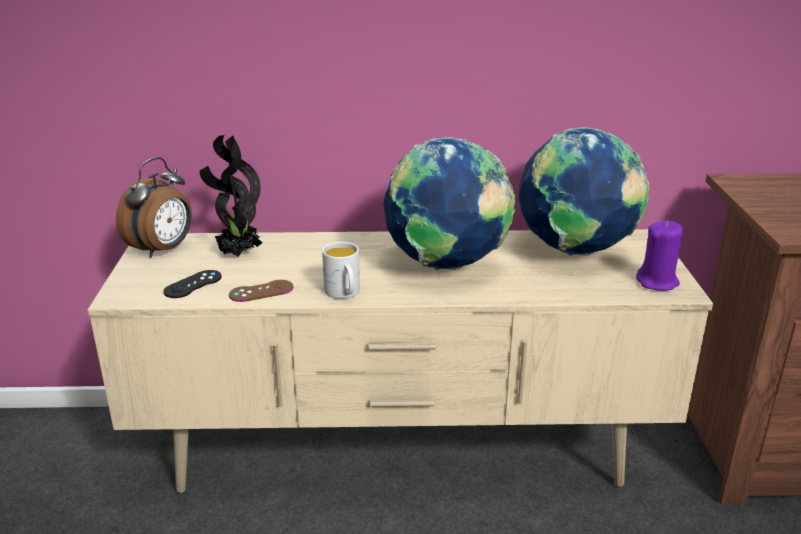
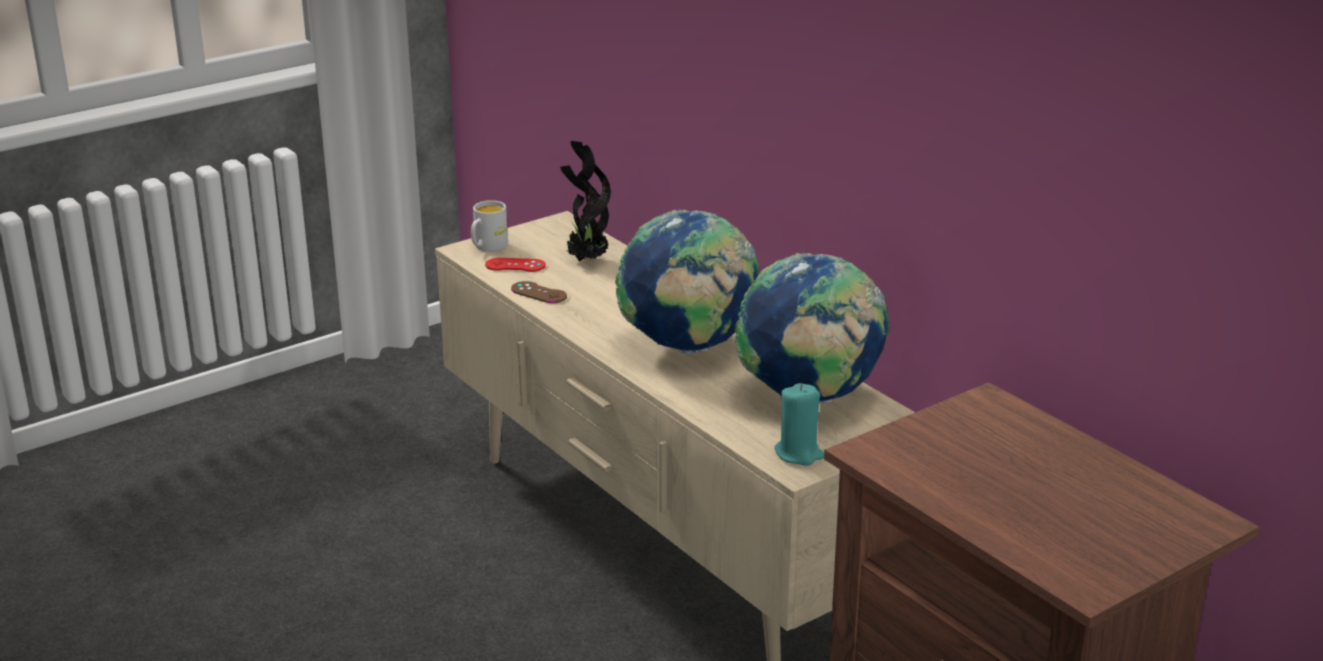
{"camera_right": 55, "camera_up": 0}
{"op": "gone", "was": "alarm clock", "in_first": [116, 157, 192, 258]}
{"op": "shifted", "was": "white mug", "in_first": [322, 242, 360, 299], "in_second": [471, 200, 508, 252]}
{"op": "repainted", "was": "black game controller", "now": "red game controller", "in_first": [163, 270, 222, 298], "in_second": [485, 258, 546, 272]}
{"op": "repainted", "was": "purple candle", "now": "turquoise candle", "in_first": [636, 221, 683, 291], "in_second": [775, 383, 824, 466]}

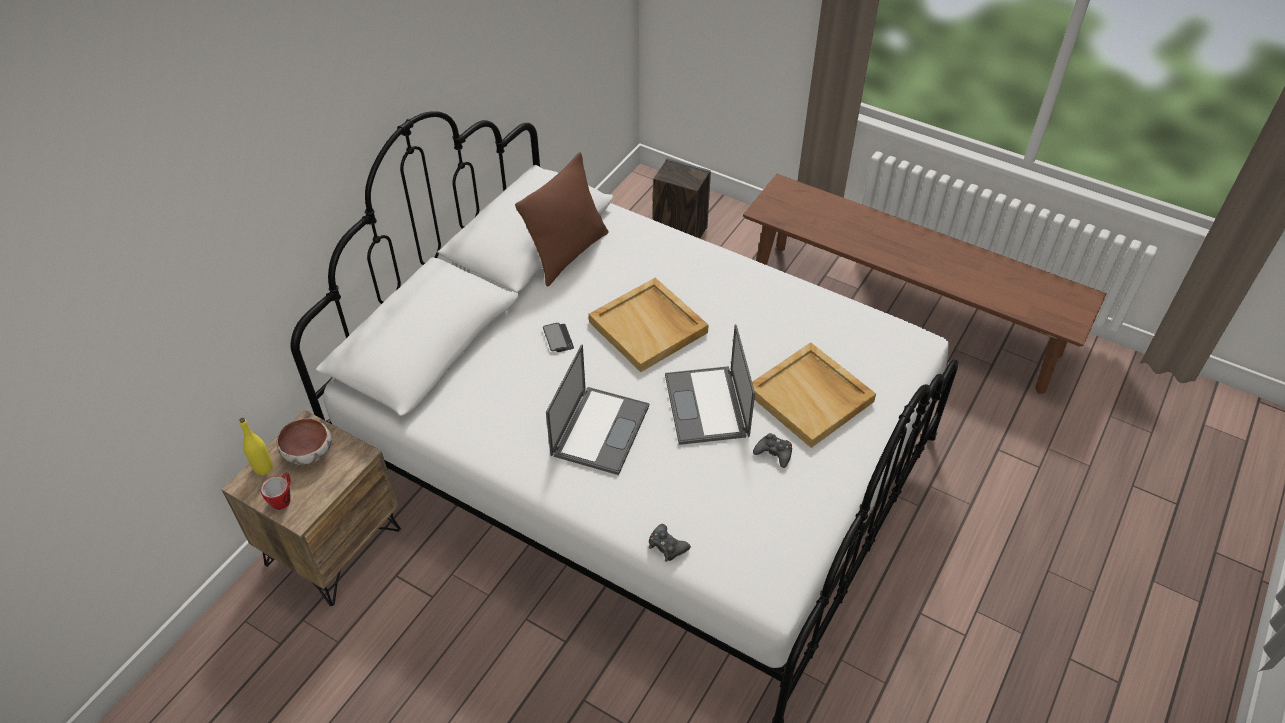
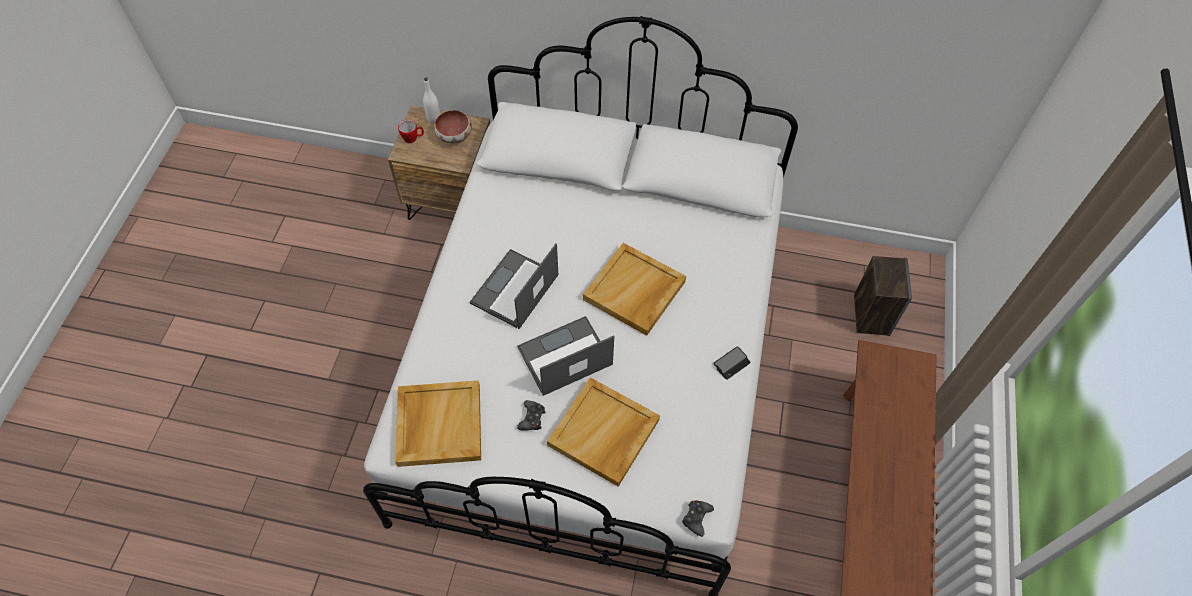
{"camera_right": 70, "camera_up": 10}
{"op": "gone", "was": "brown pillow", "in_first": [515, 152, 609, 287]}
{"op": "new", "now": "beige tray", "in_second": [395, 380, 481, 467]}
{"op": "shifted", "was": "phone", "in_first": [543, 323, 574, 352], "in_second": [713, 347, 750, 380]}
{"op": "shifted", "was": "black game controller", "in_first": [649, 524, 691, 562], "in_second": [682, 500, 714, 537]}
{"op": "repainted", "was": "yellow bottle", "now": "white bottle", "in_first": [239, 418, 273, 475], "in_second": [423, 78, 440, 123]}
{"op": "rotated", "was": "laptop", "in_first": [546, 344, 649, 475], "in_second": [470, 243, 558, 329], "clockwise": 120}

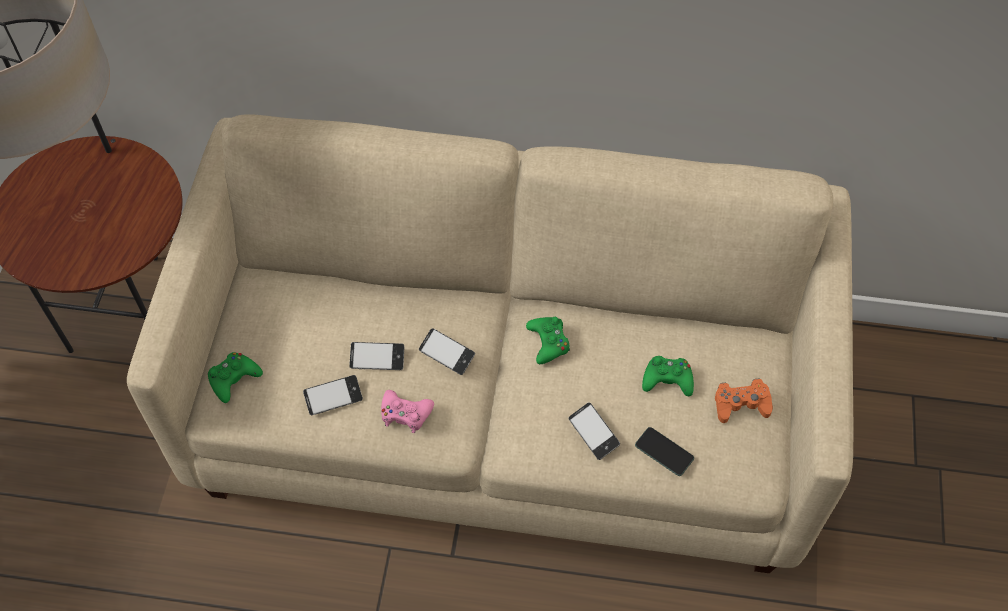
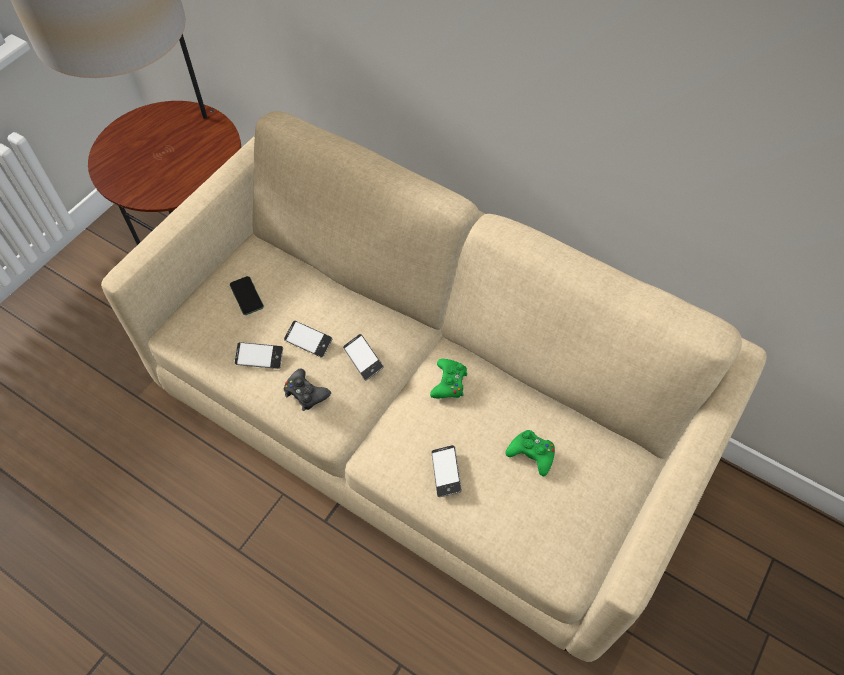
{"camera_right": 25, "camera_up": 0}
{"op": "gone", "was": "green game controller", "in_first": [208, 352, 263, 403]}
{"op": "gone", "was": "orange game controller", "in_first": [715, 378, 773, 423]}
{"op": "shifted", "was": "phone", "in_first": [635, 427, 694, 476], "in_second": [230, 276, 264, 315]}
{"op": "repainted", "was": "pink game controller", "now": "black game controller", "in_first": [381, 390, 434, 433], "in_second": [284, 368, 331, 411]}

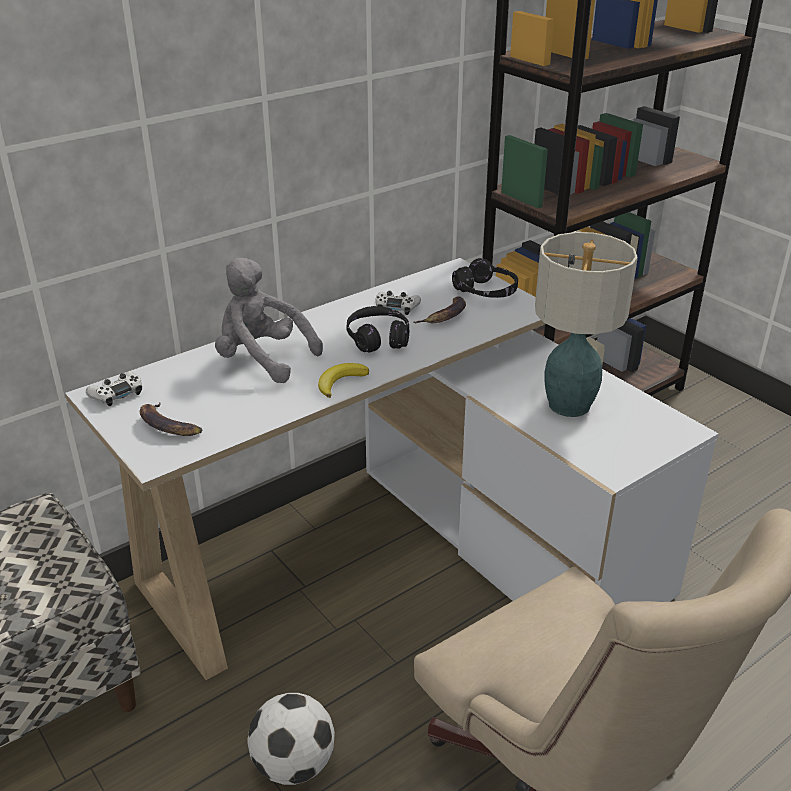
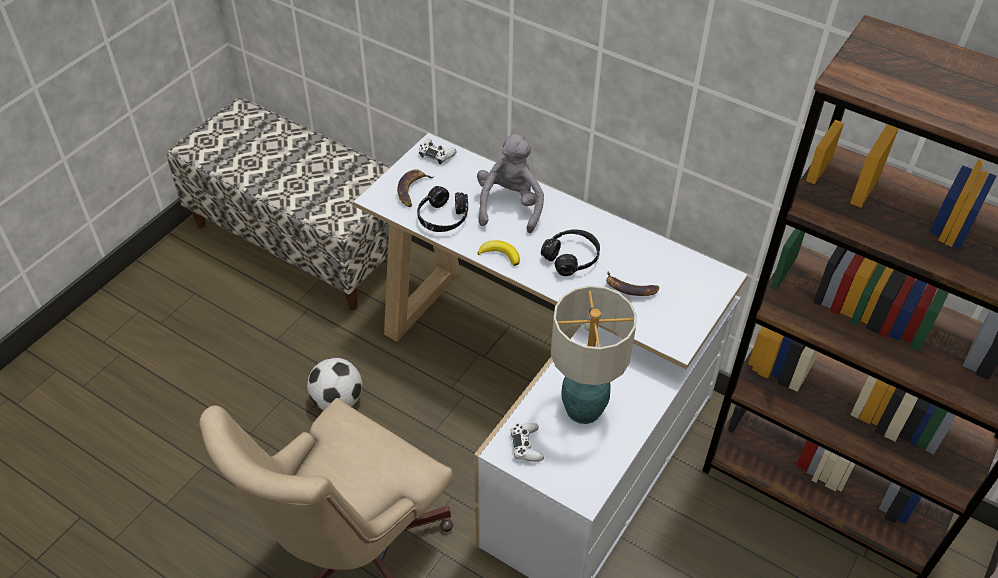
{"camera_right": 70, "camera_up": 15}
{"op": "shifted", "was": "white game controller", "in_first": [375, 291, 421, 315], "in_second": [511, 423, 544, 462]}
{"op": "shifted", "was": "black headphones", "in_first": [452, 258, 518, 298], "in_second": [417, 186, 468, 232]}

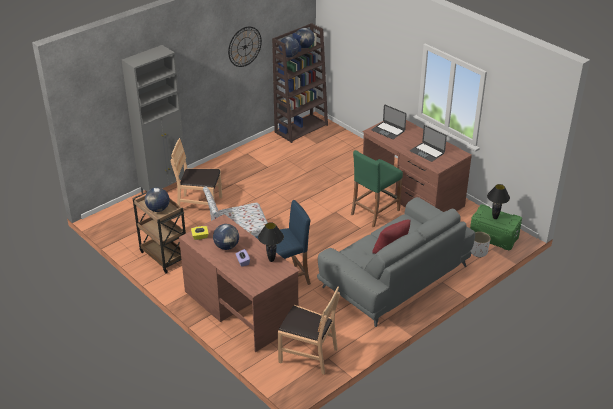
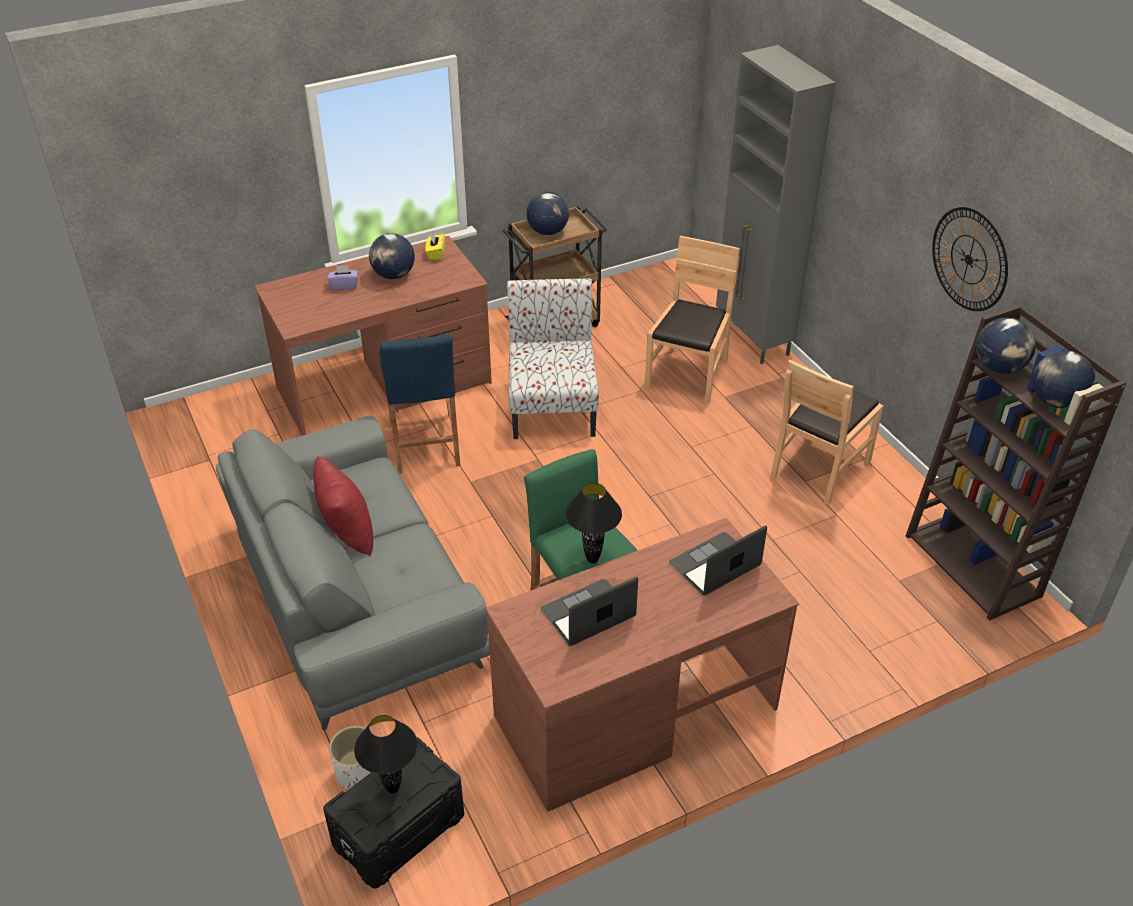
{"camera_right": 105, "camera_up": 5}
{"op": "shifted", "was": "black table lamp", "in_first": [258, 222, 284, 262], "in_second": [565, 483, 622, 563]}
{"op": "shifted", "was": "brown chair", "in_first": [278, 286, 340, 374], "in_second": [770, 360, 884, 505]}
{"op": "repainted", "was": "green storage box", "now": "black storage box", "in_first": [470, 204, 522, 250], "in_second": [323, 737, 464, 889]}

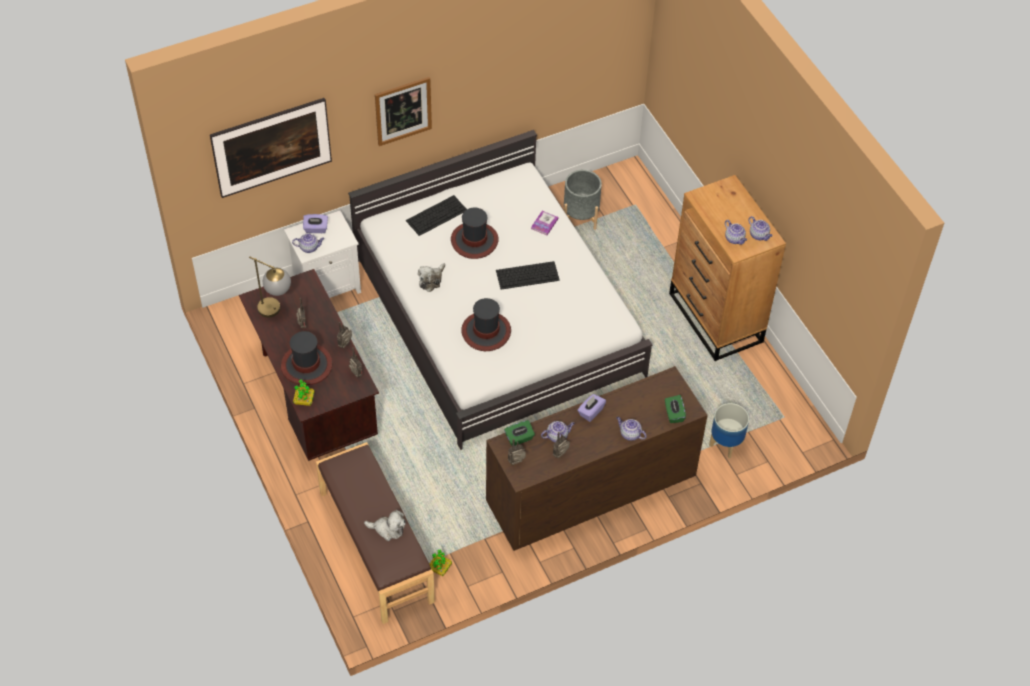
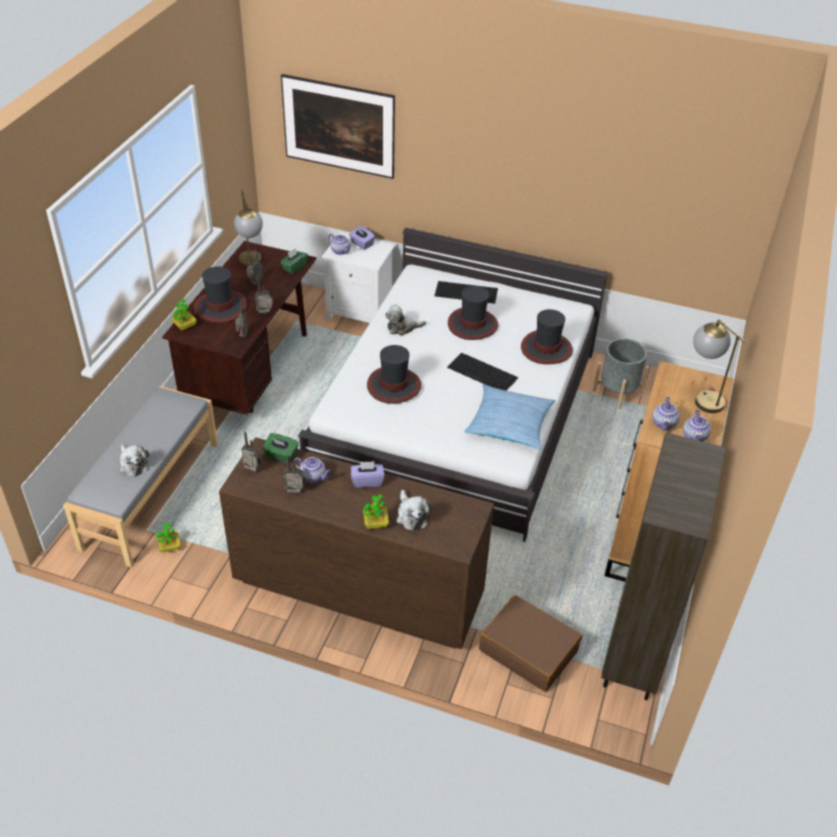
{"camera_right": 45, "camera_up": -10}
{"op": "gone", "was": "picture", "in_first": [375, 77, 432, 146]}
{"op": "new", "now": "plush toy", "in_second": [397, 490, 432, 531]}
{"op": "new", "now": "pillow", "in_second": [464, 384, 555, 450]}
{"op": "new", "now": "brown bookcase", "in_second": [601, 433, 726, 700]}
{"op": "new", "now": "table lamp", "in_second": [693, 319, 745, 413]}
{"op": "shifted", "was": "green tissue box", "in_first": [665, 395, 686, 423], "in_second": [280, 248, 308, 274]}
{"op": "swapped", "was": "book", "now": "hat", "in_first": [531, 211, 559, 235], "in_second": [521, 309, 573, 364]}
{"op": "swapped", "was": "teapot", "now": "potted plant", "in_first": [616, 417, 647, 441], "in_second": [363, 494, 389, 529]}
{"op": "swapped", "was": "planter", "now": "brown suitcase", "in_first": [709, 403, 749, 458], "in_second": [479, 595, 582, 692]}
{"op": "repainted", "was": "brown bench", "now": "grey bench", "in_first": [316, 442, 435, 624], "in_second": [63, 386, 218, 568]}

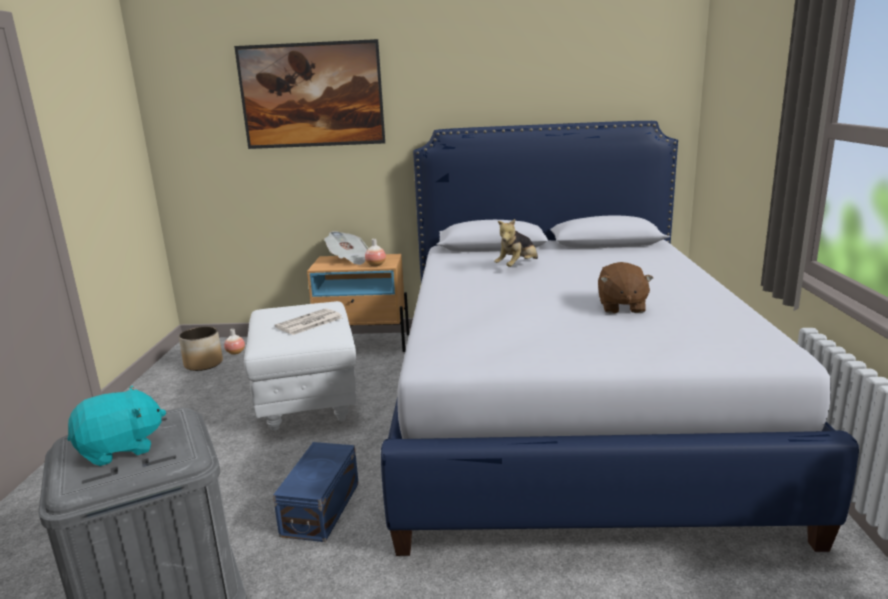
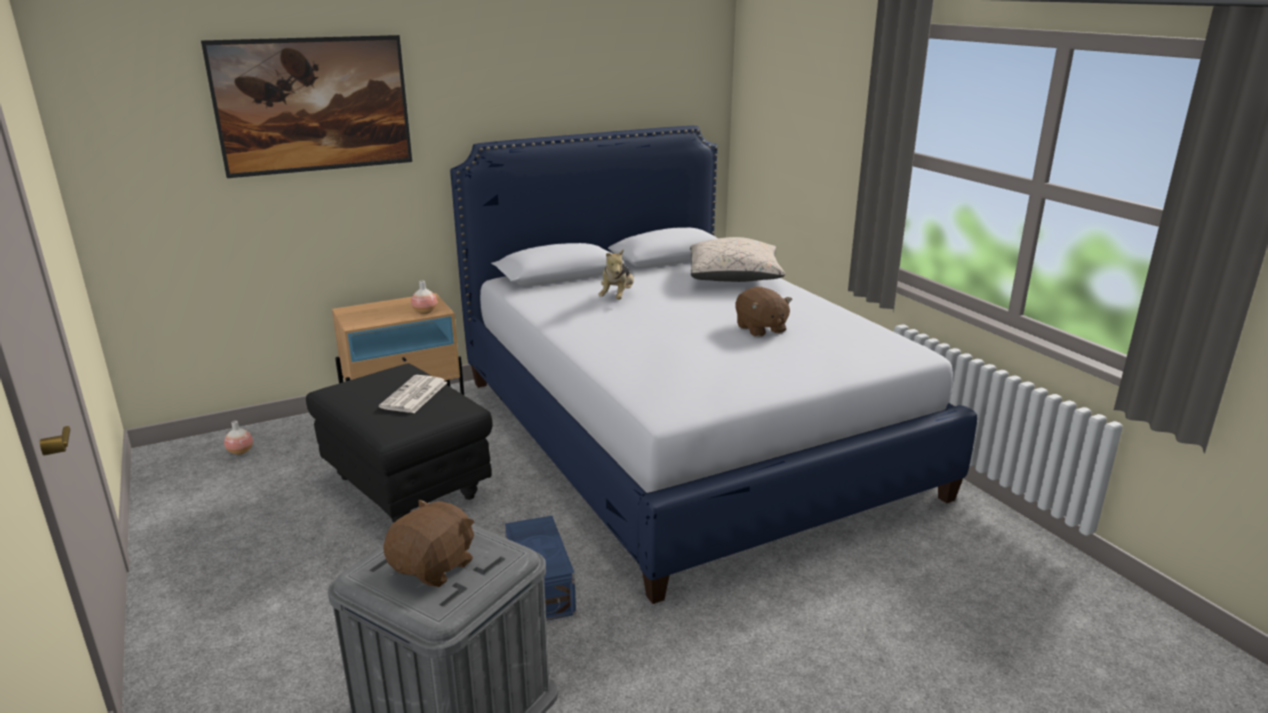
{"camera_right": -30, "camera_up": 5}
{"op": "gone", "was": "planter", "in_first": [179, 326, 223, 371]}
{"op": "gone", "was": "newspaper", "in_first": [324, 231, 369, 265]}
{"op": "new", "now": "beige pillow", "in_second": [690, 237, 785, 282]}
{"op": "repainted", "was": "turquoise plush toy", "now": "brown plush toy", "in_first": [67, 386, 166, 466], "in_second": [383, 499, 475, 587]}
{"op": "repainted", "was": "white ottoman", "now": "black ottoman", "in_first": [244, 301, 356, 431], "in_second": [306, 363, 493, 523]}

